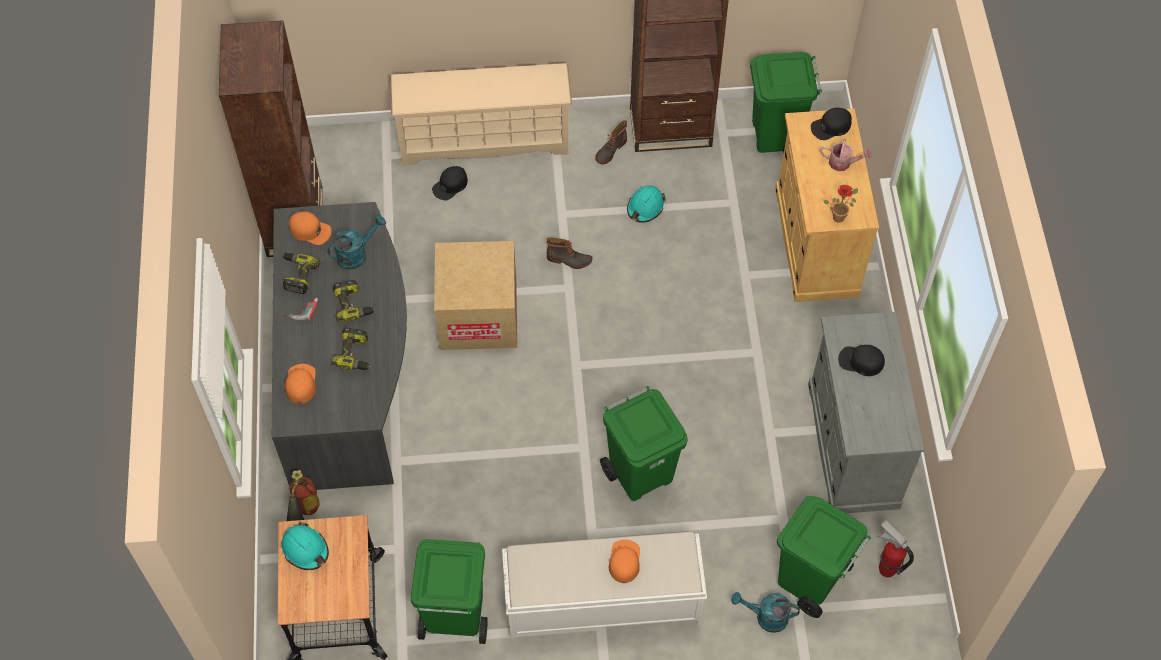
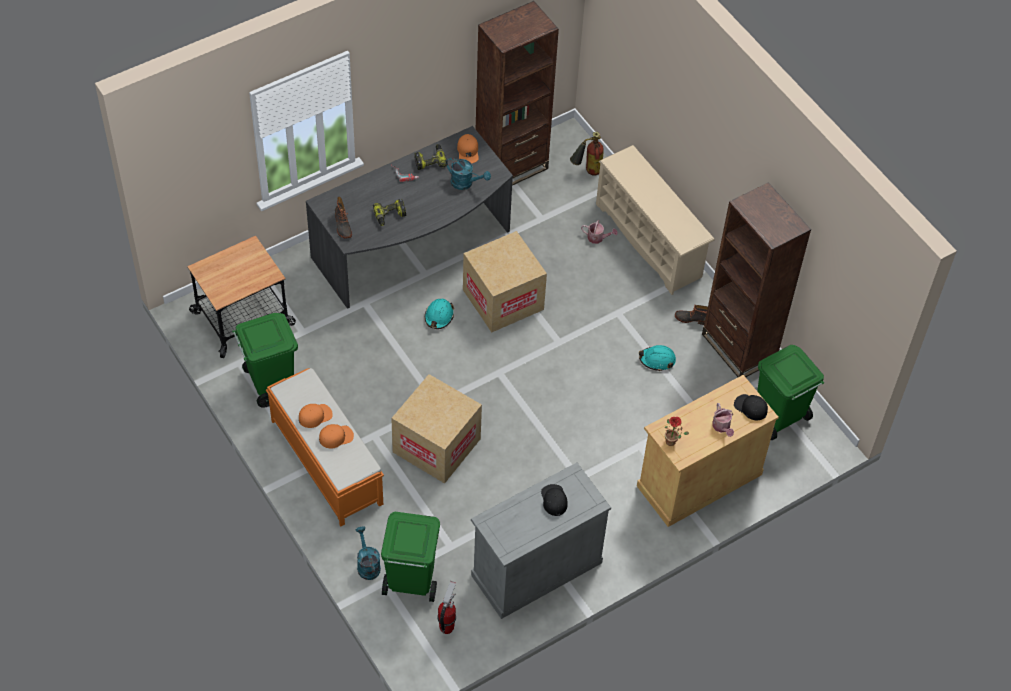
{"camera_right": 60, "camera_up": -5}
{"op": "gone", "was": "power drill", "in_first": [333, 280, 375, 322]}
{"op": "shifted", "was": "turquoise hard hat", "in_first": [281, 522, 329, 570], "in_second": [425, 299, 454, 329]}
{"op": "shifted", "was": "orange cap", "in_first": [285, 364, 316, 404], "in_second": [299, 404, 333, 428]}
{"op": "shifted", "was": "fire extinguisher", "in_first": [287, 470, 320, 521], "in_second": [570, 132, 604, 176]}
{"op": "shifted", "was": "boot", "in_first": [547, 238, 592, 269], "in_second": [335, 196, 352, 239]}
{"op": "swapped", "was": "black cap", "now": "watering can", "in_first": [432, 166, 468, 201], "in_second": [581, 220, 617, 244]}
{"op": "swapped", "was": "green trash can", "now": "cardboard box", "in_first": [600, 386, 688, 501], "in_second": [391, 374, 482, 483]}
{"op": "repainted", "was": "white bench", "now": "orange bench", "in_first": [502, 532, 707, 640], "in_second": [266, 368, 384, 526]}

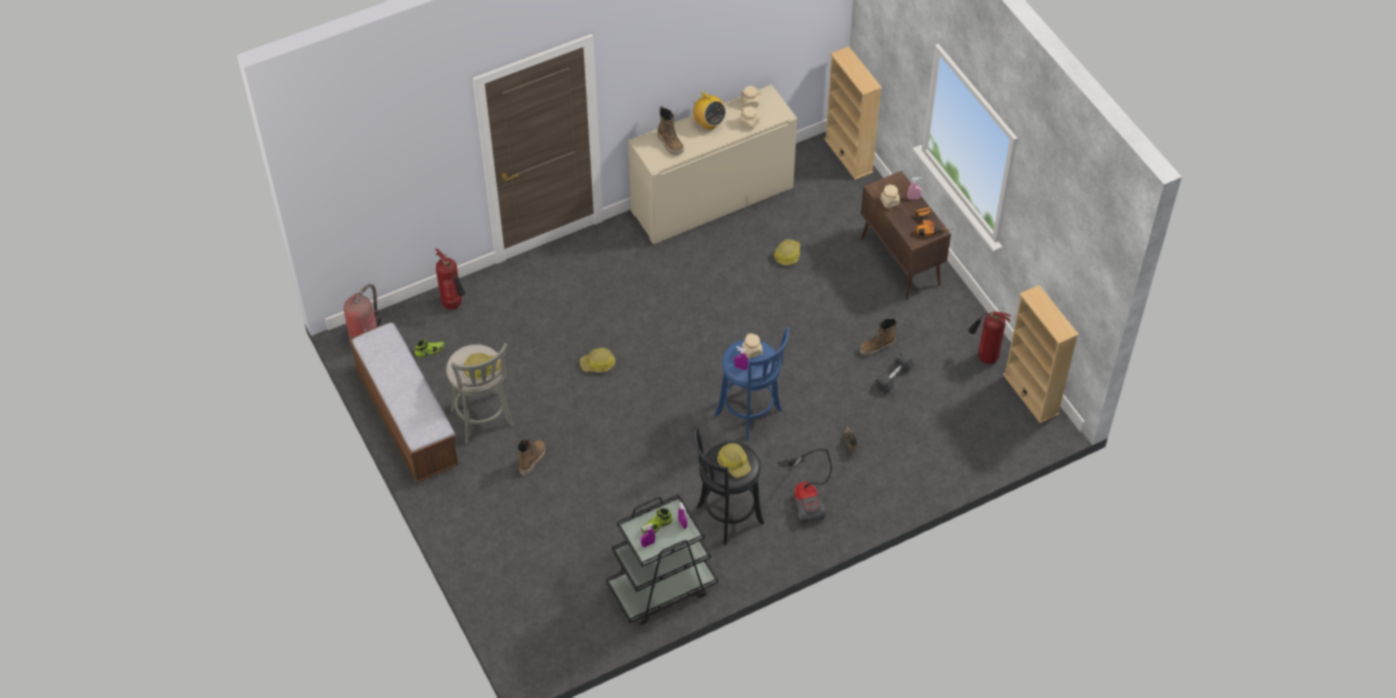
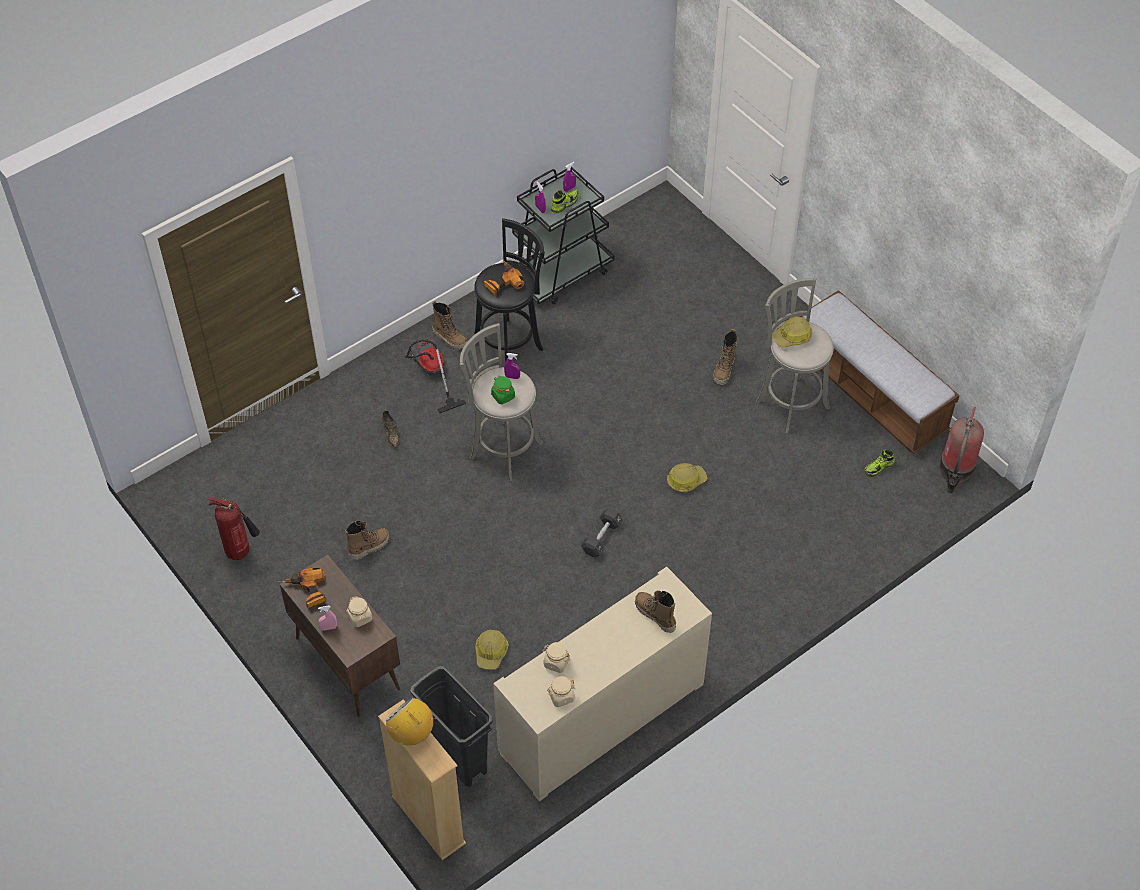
{"camera_right": 170, "camera_up": 0}
{"op": "gone", "was": "fire extinguisher", "in_first": [435, 248, 465, 310]}
{"op": "gone", "was": "beige bookcase", "in_first": [1003, 285, 1079, 423]}
{"op": "new", "now": "black trash can", "in_second": [410, 666, 493, 787]}
{"op": "new", "now": "boot", "in_second": [432, 301, 467, 350]}
{"op": "shifted", "was": "radio", "in_first": [692, 92, 726, 130], "in_second": [385, 697, 436, 746]}
{"op": "shifted", "was": "black dumbbell", "in_first": [875, 353, 914, 393], "in_second": [581, 508, 623, 558]}
{"op": "swapped", "was": "hard hat", "now": "power drill", "in_first": [717, 443, 751, 478], "in_second": [484, 258, 524, 295]}
{"op": "repainted", "was": "blue stool", "now": "grey stool", "in_first": [715, 327, 790, 440], "in_second": [460, 323, 544, 482]}
{"op": "repainted", "was": "beige jar", "now": "green jar", "in_first": [742, 333, 763, 359], "in_second": [491, 376, 515, 404]}

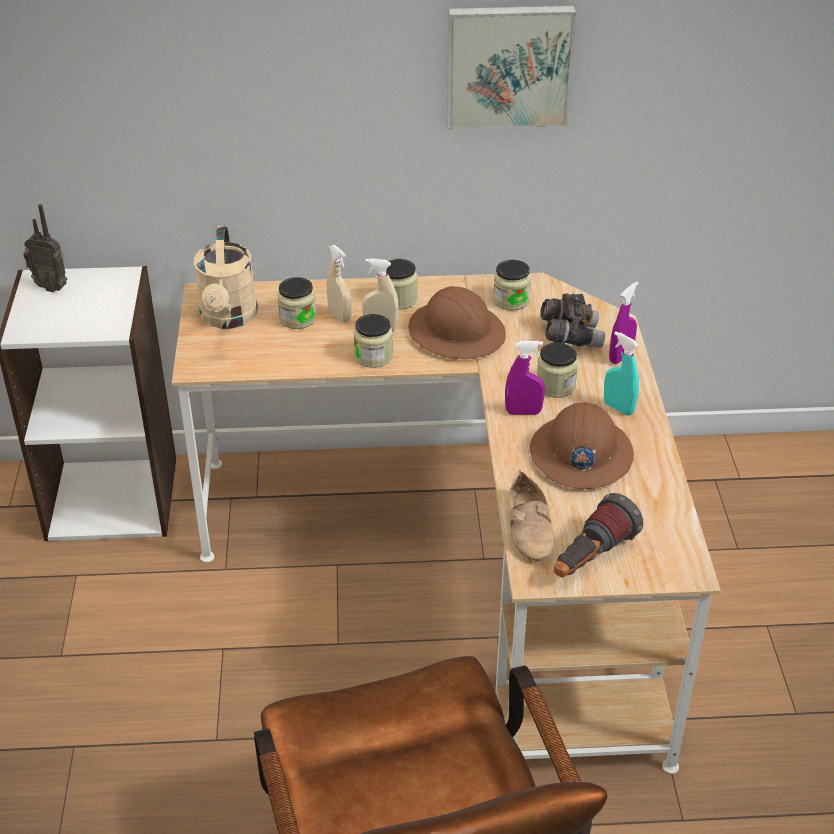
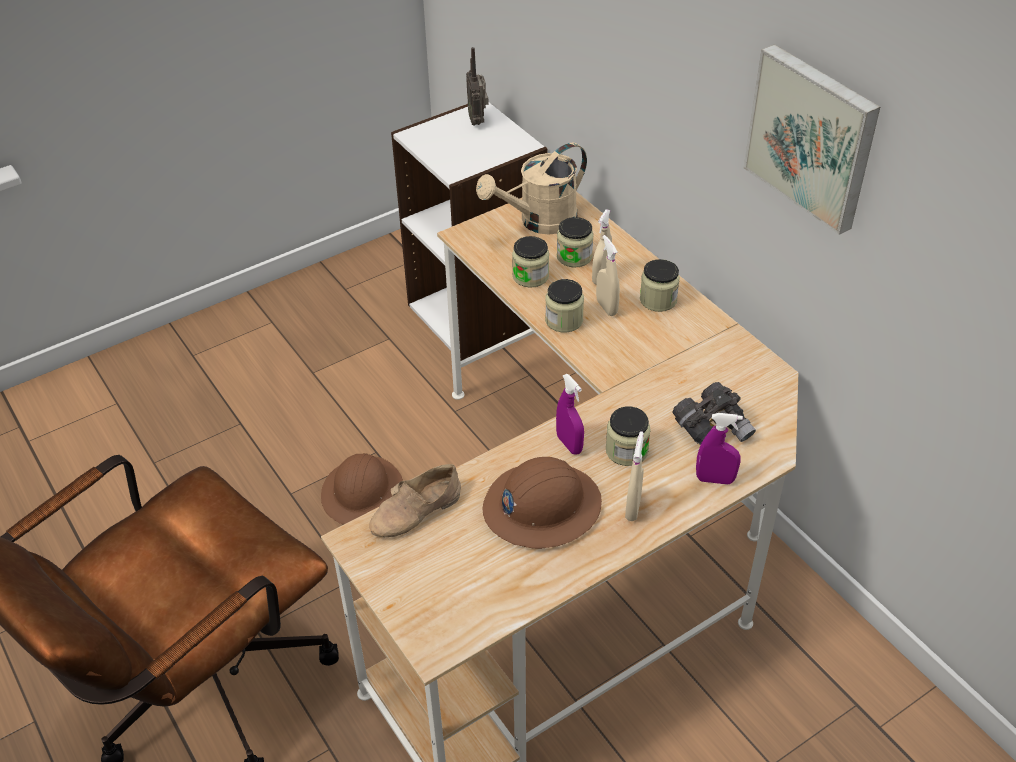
{"camera_right": 60, "camera_up": 5}
{"op": "gone", "was": "flashlight", "in_first": [554, 493, 643, 577]}
{"op": "shifted", "was": "brown hard hat", "in_first": [408, 286, 506, 360], "in_second": [321, 453, 403, 525]}
{"op": "shifted", "was": "jar", "in_first": [493, 260, 531, 311], "in_second": [512, 236, 549, 288]}
{"op": "repainted", "was": "turquoise spray bottle", "now": "beige spray bottle", "in_first": [604, 331, 639, 415], "in_second": [625, 431, 644, 521]}

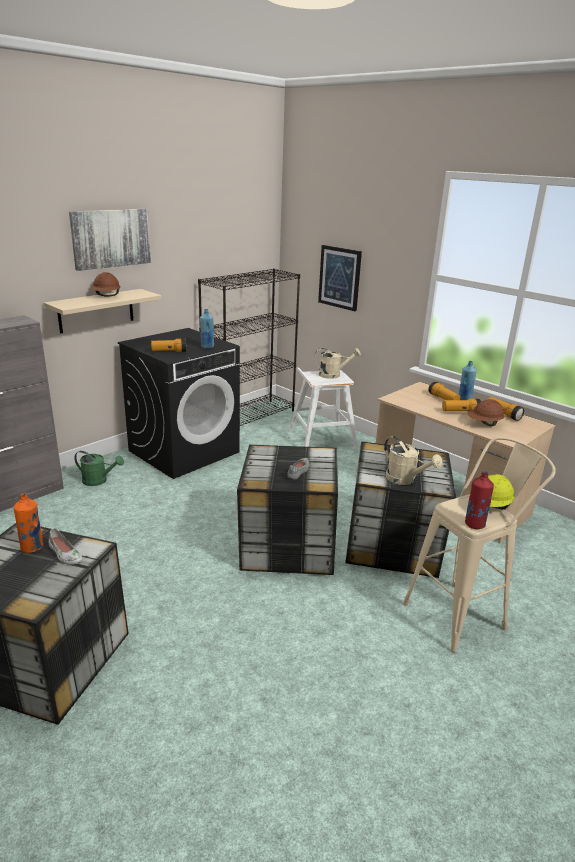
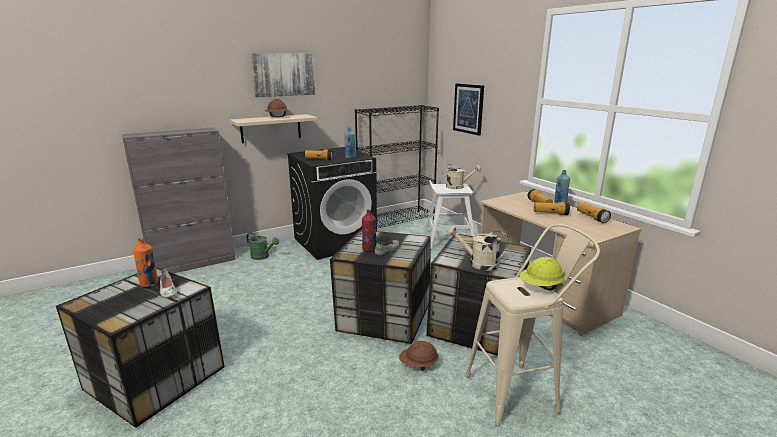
{"camera_right": 15, "camera_up": -5}
{"op": "shifted", "was": "red bottle", "in_first": [465, 471, 494, 529], "in_second": [362, 210, 376, 252]}
{"op": "shifted", "was": "brown hard hat", "in_first": [467, 399, 504, 426], "in_second": [399, 341, 439, 371]}
{"op": "rotated", "was": "beige watering can", "in_first": [384, 436, 442, 485], "in_second": [447, 226, 509, 271], "clockwise": 135}

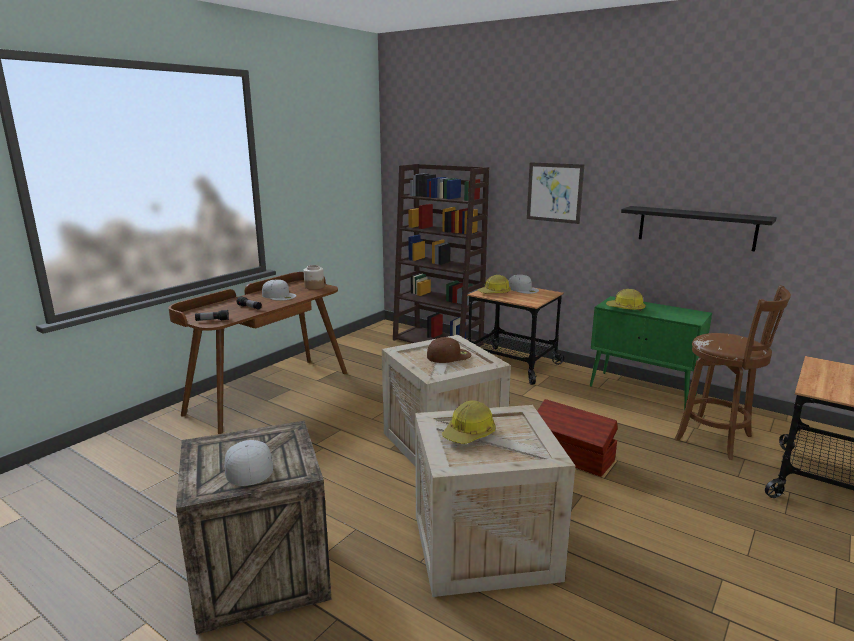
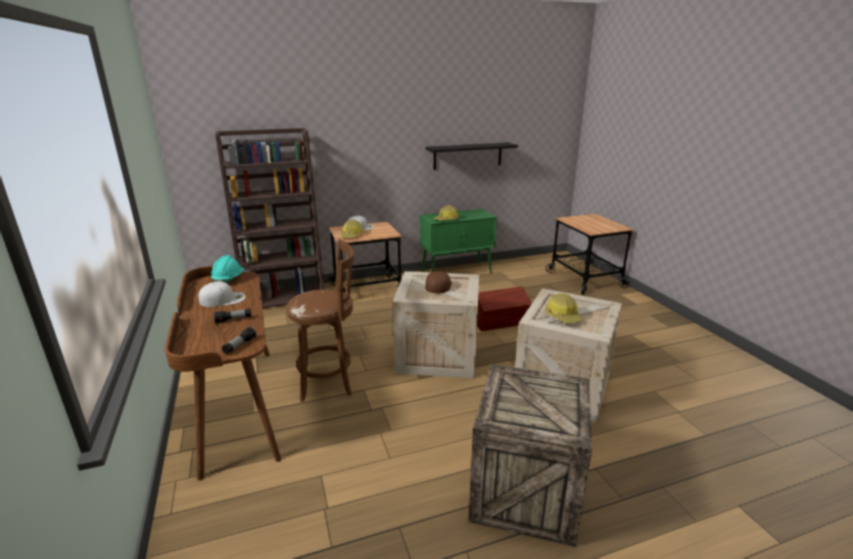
{"camera_right": -55, "camera_up": 5}
{"op": "gone", "was": "white cap", "in_first": [224, 440, 273, 486]}
{"op": "gone", "was": "picture", "in_first": [527, 162, 585, 224]}
{"op": "shifted", "was": "brown stool", "in_first": [675, 285, 791, 459], "in_second": [286, 239, 354, 402]}
{"op": "swapped", "was": "jar", "now": "turquoise hard hat", "in_first": [303, 265, 324, 290], "in_second": [211, 255, 244, 283]}

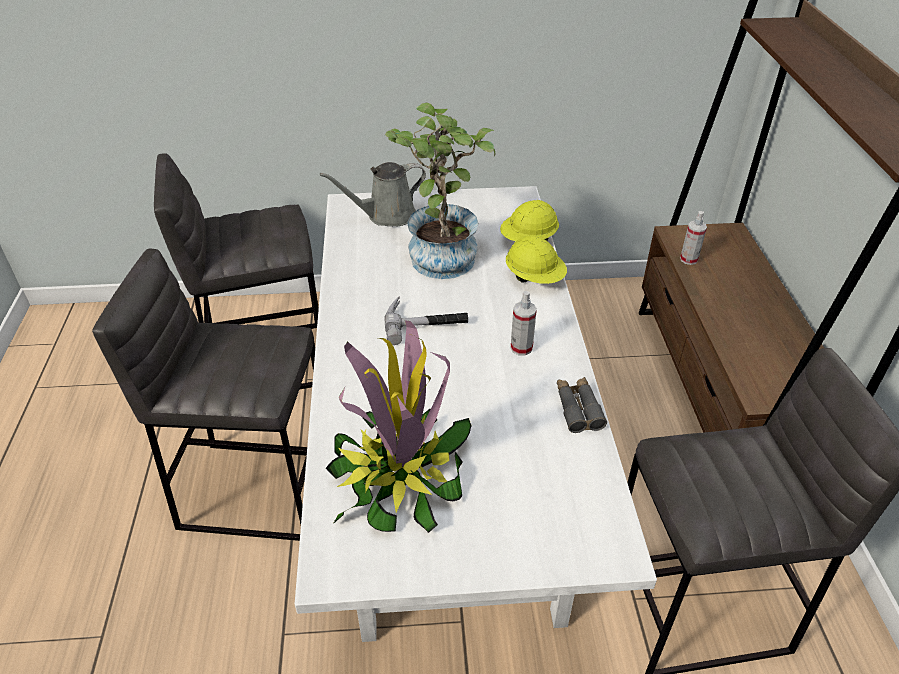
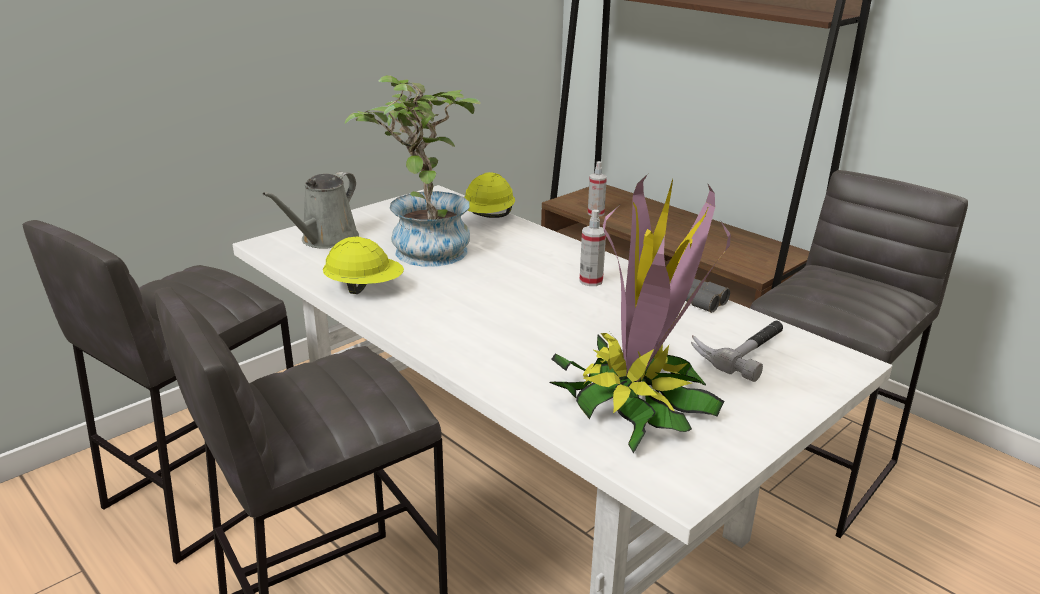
{"camera_right": -40, "camera_up": -15}
{"op": "shifted", "was": "hammer", "in_first": [385, 296, 468, 345], "in_second": [691, 321, 783, 382]}
{"op": "shifted", "was": "yellow hard hat", "in_first": [506, 235, 567, 284], "in_second": [323, 237, 404, 294]}

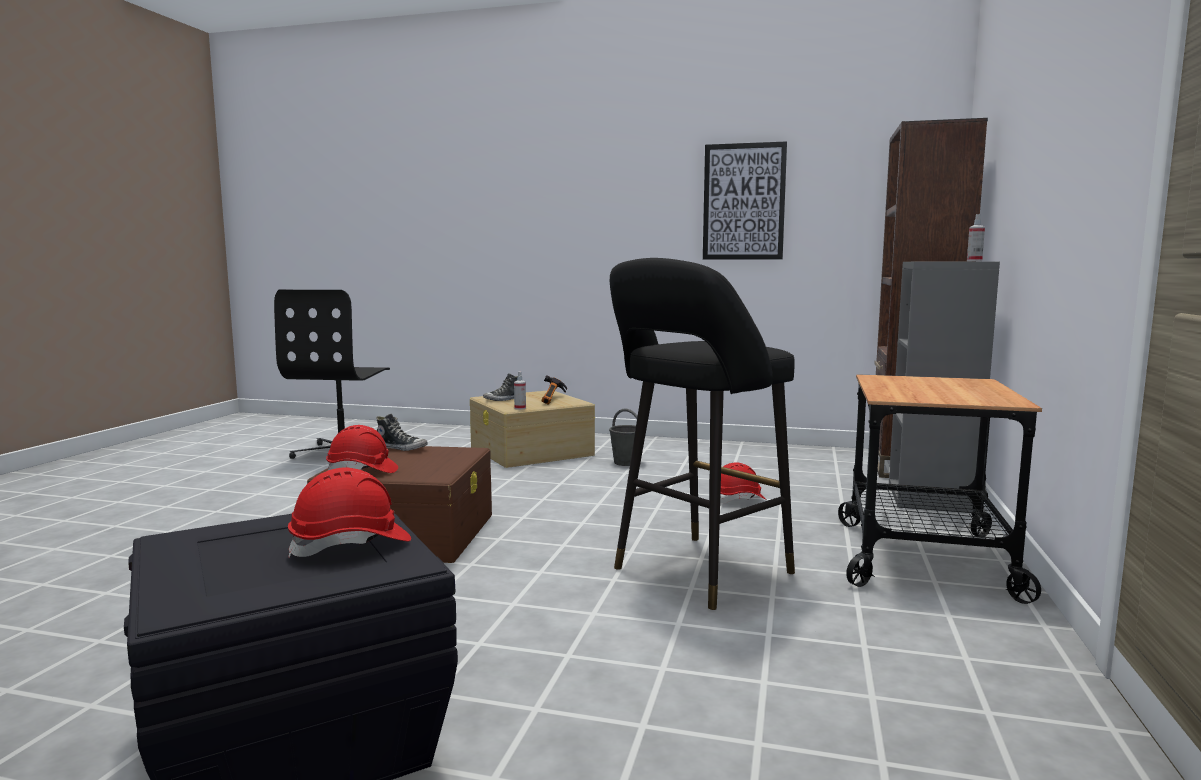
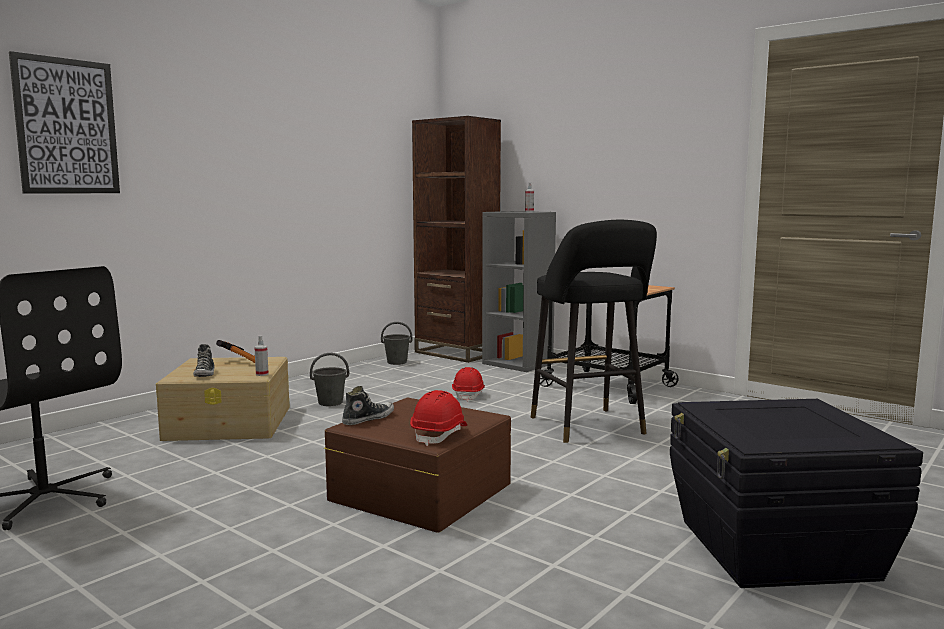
{"camera_right": -65, "camera_up": 0}
{"op": "gone", "was": "red hard hat", "in_first": [288, 467, 411, 557]}
{"op": "new", "now": "grey bucket", "in_second": [381, 322, 413, 365]}
{"op": "shifted", "was": "picture", "in_first": [703, 141, 787, 259], "in_second": [9, 51, 120, 193]}

